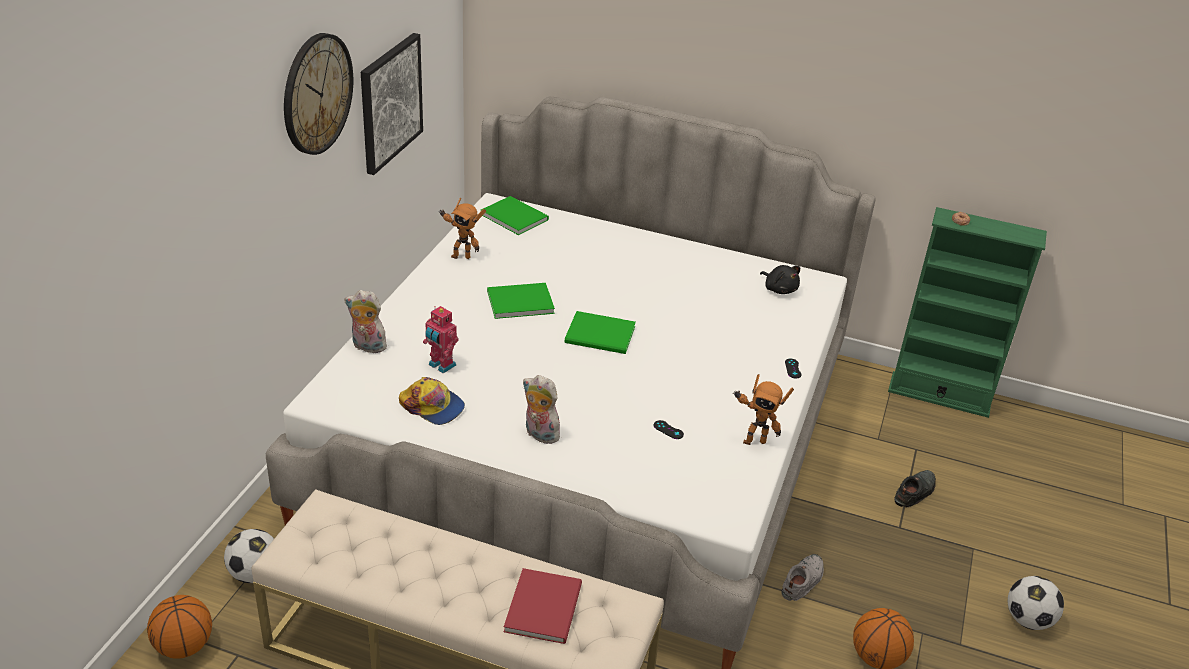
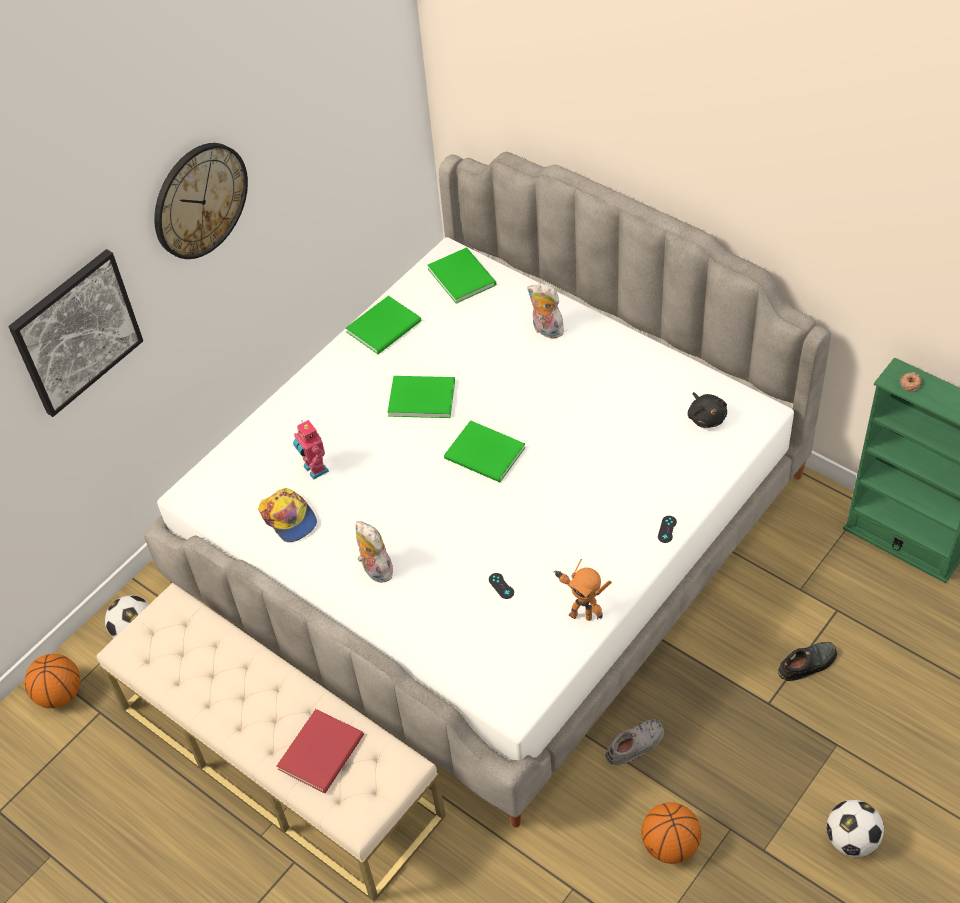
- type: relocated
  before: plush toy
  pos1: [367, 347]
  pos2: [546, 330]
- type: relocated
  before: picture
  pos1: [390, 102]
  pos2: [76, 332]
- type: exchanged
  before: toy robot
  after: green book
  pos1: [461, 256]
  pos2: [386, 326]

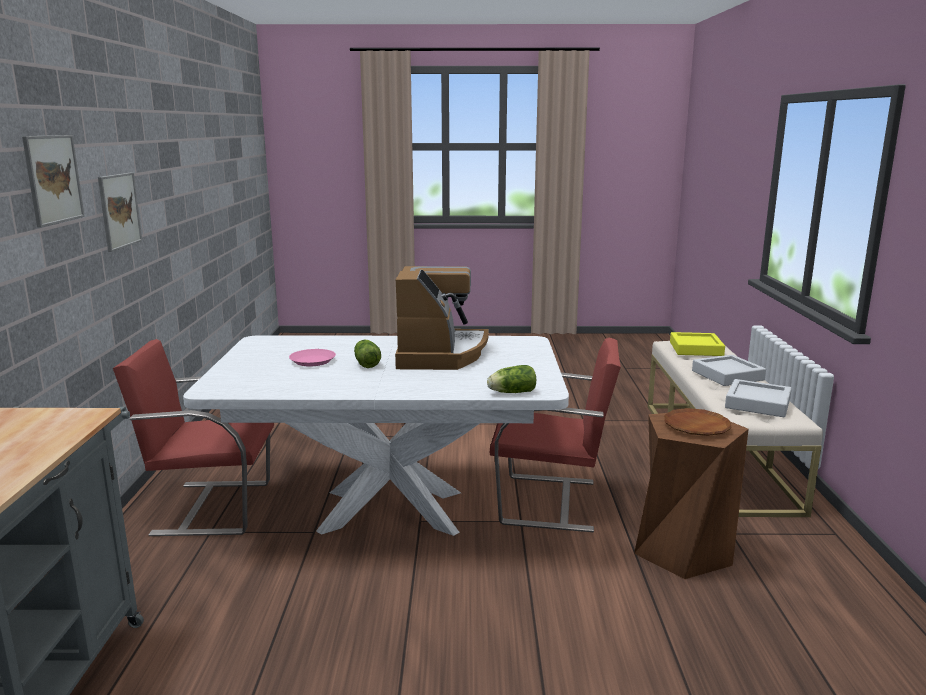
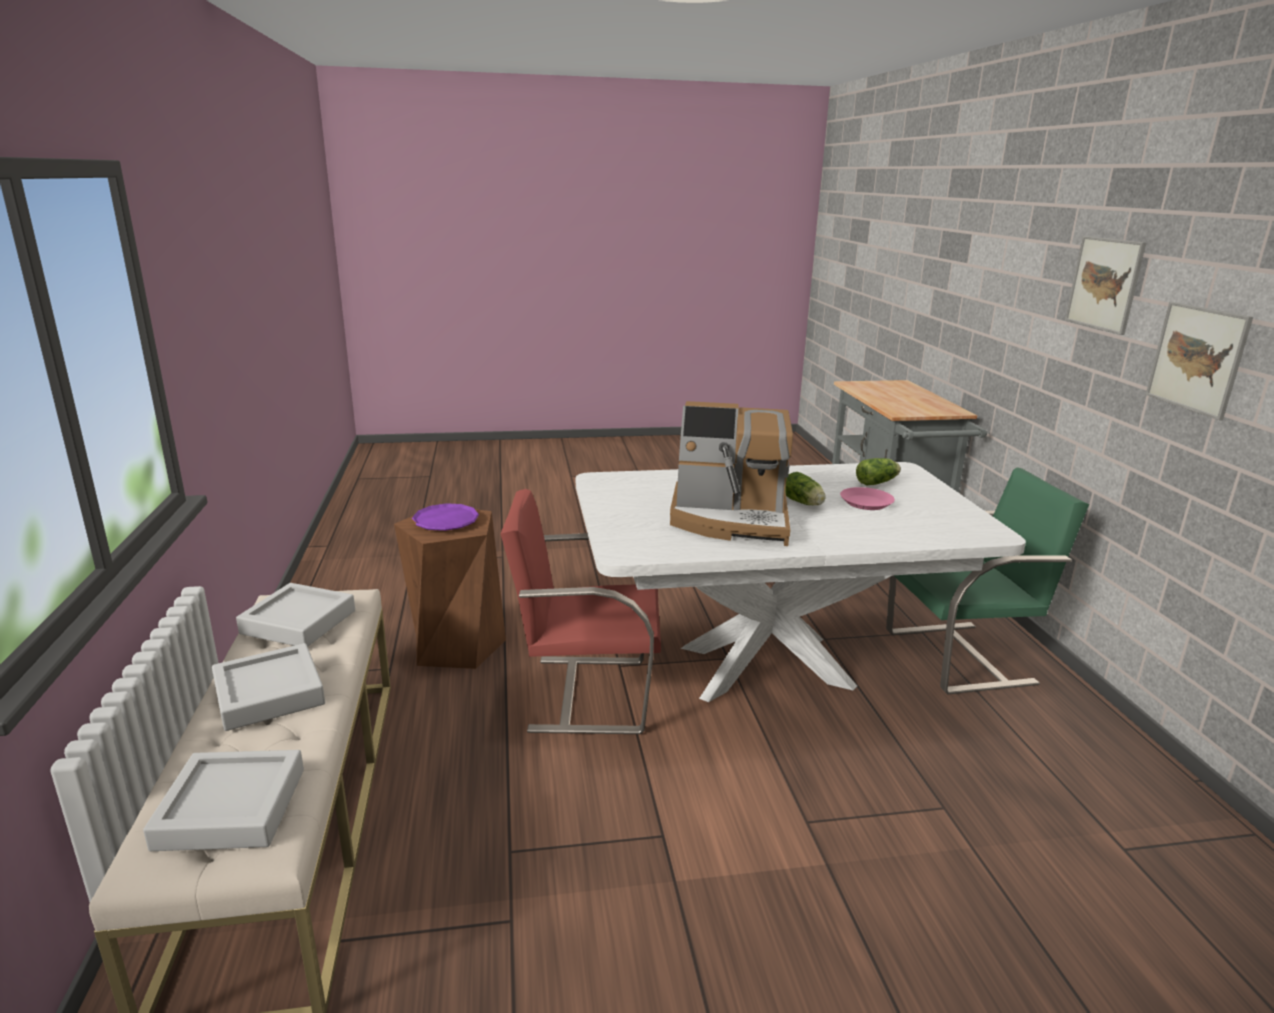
- type: colour
  before: red chair
  after: green chair
  pos1: [211, 507]
  pos2: [961, 657]
- type: spun
  before: coffee machine
  pos1: [440, 354]
  pos2: [731, 520]
  turn: -75
- type: relocated
  before: lettuce
  pos1: [511, 392]
  pos2: [878, 482]
- type: colour
  before: brown plate
  after: purple plate
  pos1: [696, 427]
  pos2: [446, 522]
- type: colour
  before: yellow tray
  after: grey tray
  pos1: [696, 349]
  pos2: [231, 808]

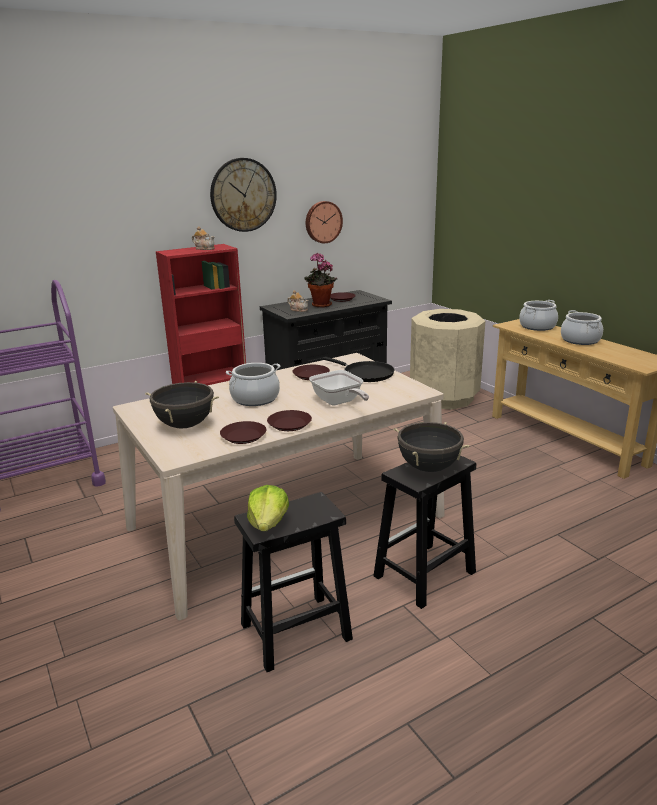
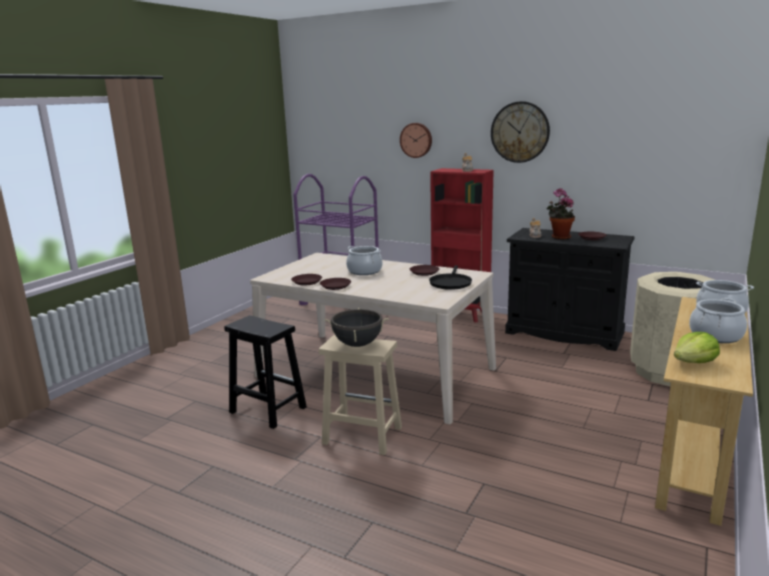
- type: missing
  before: black cooking pot
  pos1: [185, 425]
- type: relocated
  before: lettuce
  pos1: [268, 523]
  pos2: [694, 362]
- type: relocated
  before: wall clock
  pos1: [323, 222]
  pos2: [416, 140]
- type: missing
  before: frying pan
  pos1: [339, 402]
- type: colour
  before: black stool
  after: beige stool
  pos1: [424, 575]
  pos2: [361, 435]

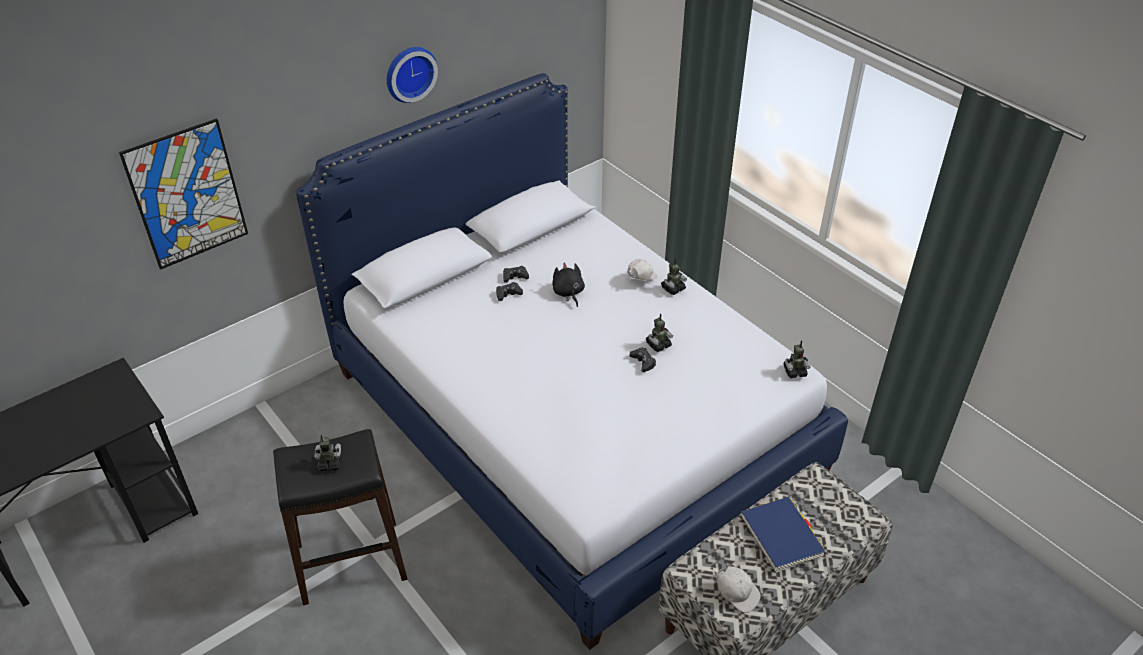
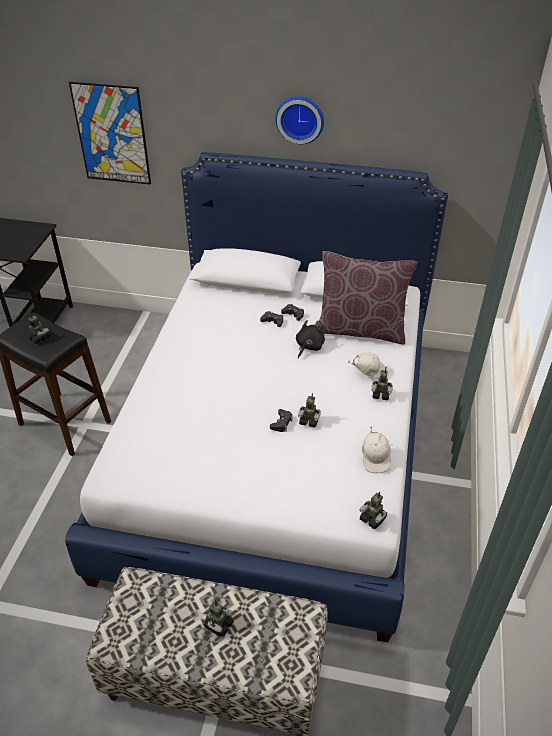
- type: relocated
  before: white cap
  pos1: [736, 594]
  pos2: [375, 458]
- type: exchanged
  before: blue book
  after: toy robot
  pos1: [781, 536]
  pos2: [219, 625]
- type: appeared
  after: brown pillow
  pos2: [360, 330]

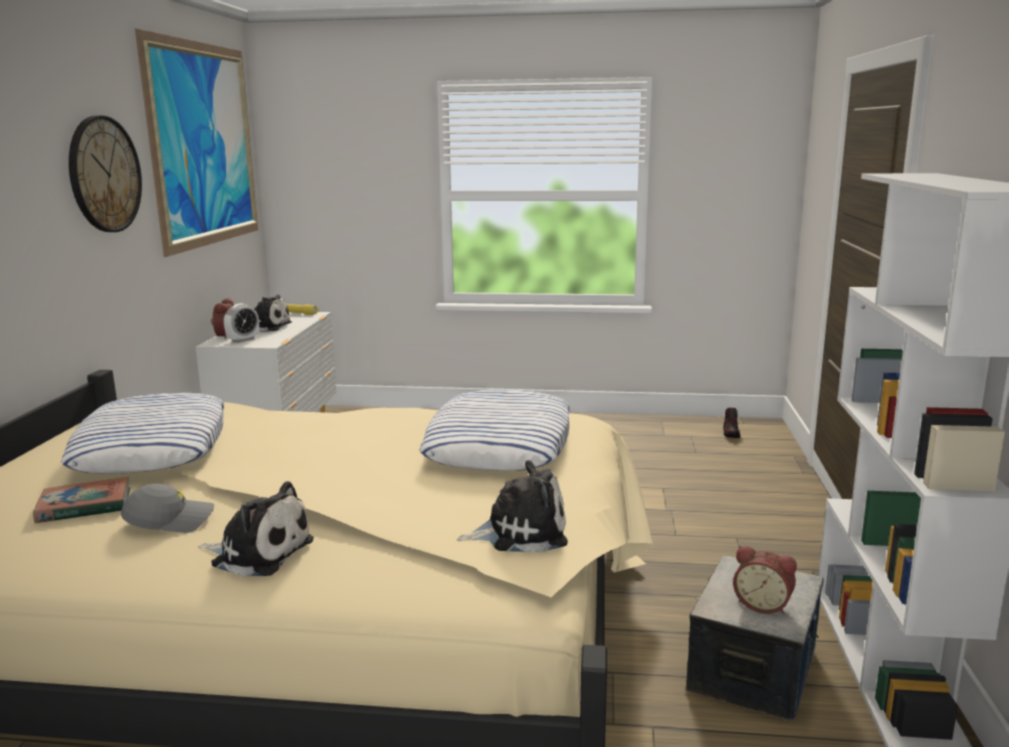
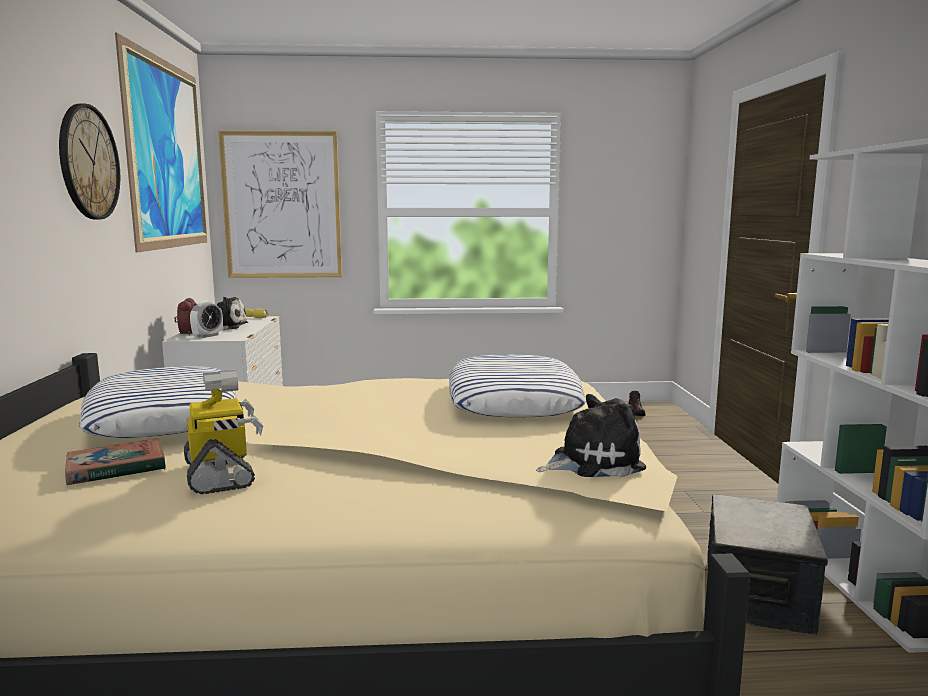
- type: exchanged
  before: grey cap
  after: toy robot
  pos1: [170, 520]
  pos2: [221, 475]
- type: missing
  before: plush toy
  pos1: [258, 552]
- type: missing
  before: alarm clock
  pos1: [763, 604]
- type: appeared
  after: picture
  pos2: [282, 205]

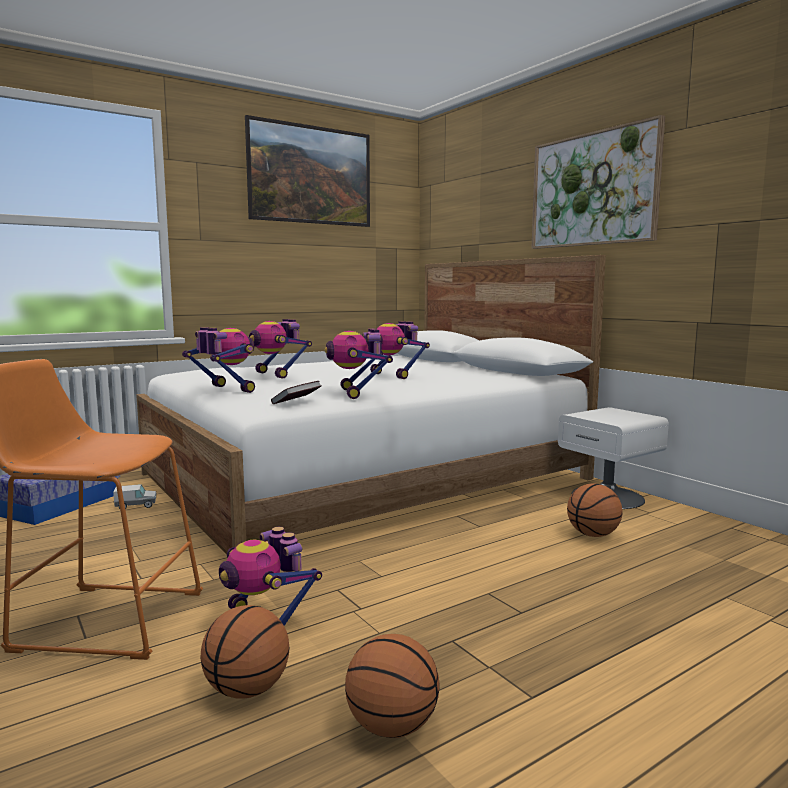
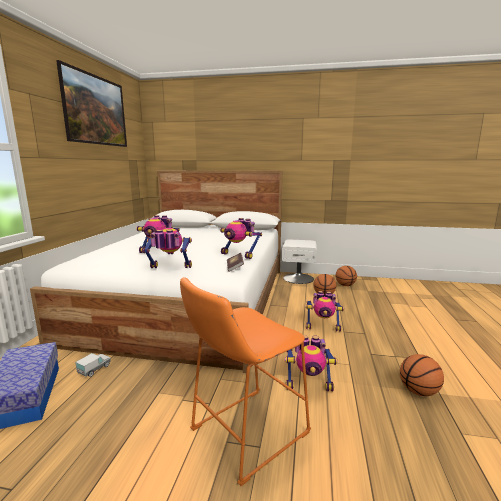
- type: relocated
  before: basketball
  pos1: [247, 689]
  pos2: [345, 285]
- type: relocated
  before: toy robot
  pos1: [395, 375]
  pos2: [323, 327]
- type: missing
  before: picture
  pos1: [593, 189]

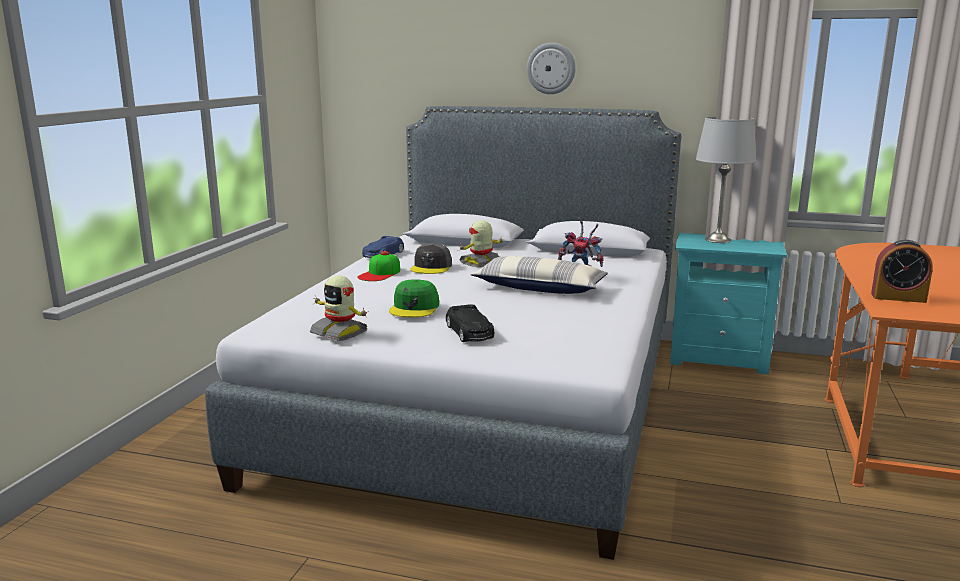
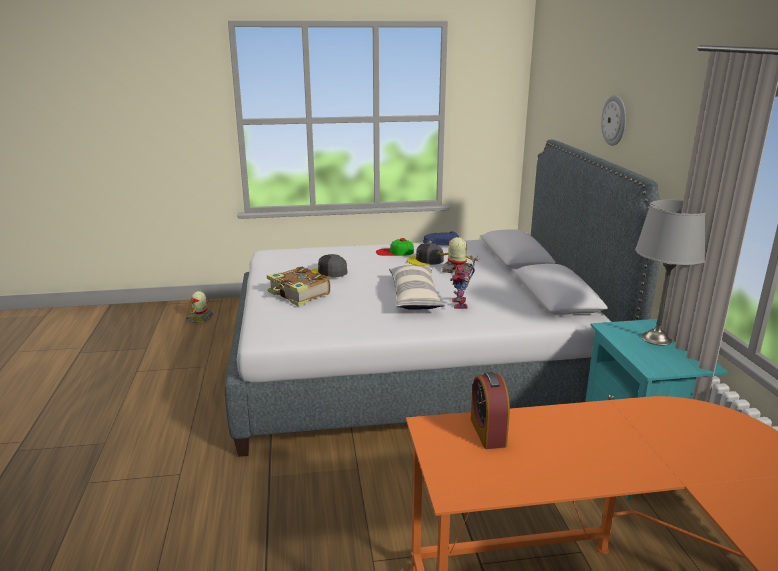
- type: relocated
  before: toy robot
  pos1: [340, 332]
  pos2: [200, 318]
- type: colour
  before: green cap
  after: grey cap
  pos1: [414, 308]
  pos2: [328, 273]
- type: exchanged
  before: black toy car
  after: book
  pos1: [469, 332]
  pos2: [299, 294]

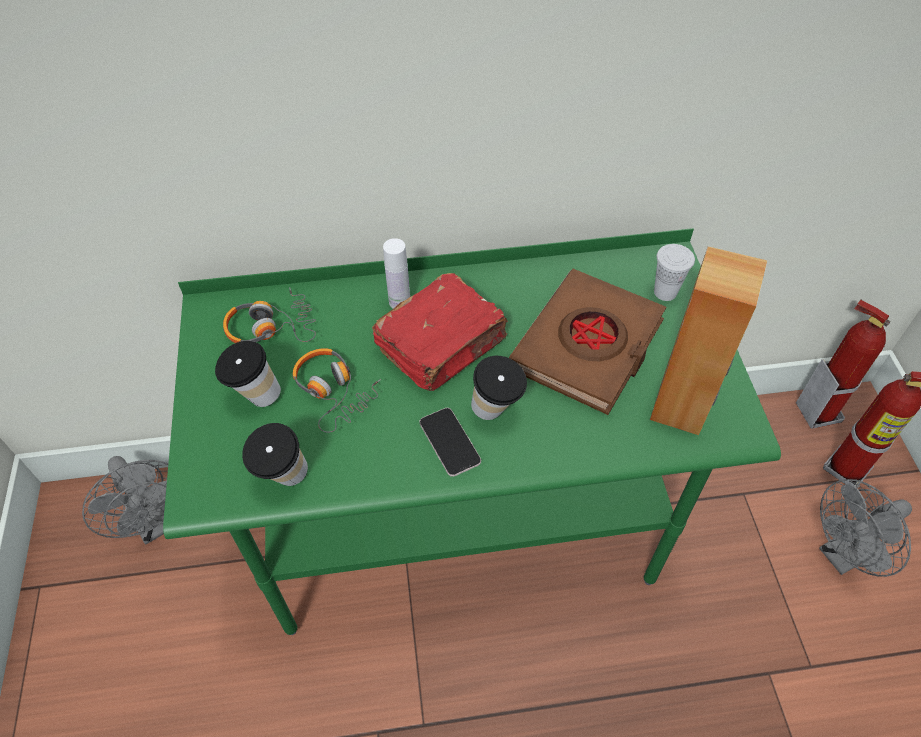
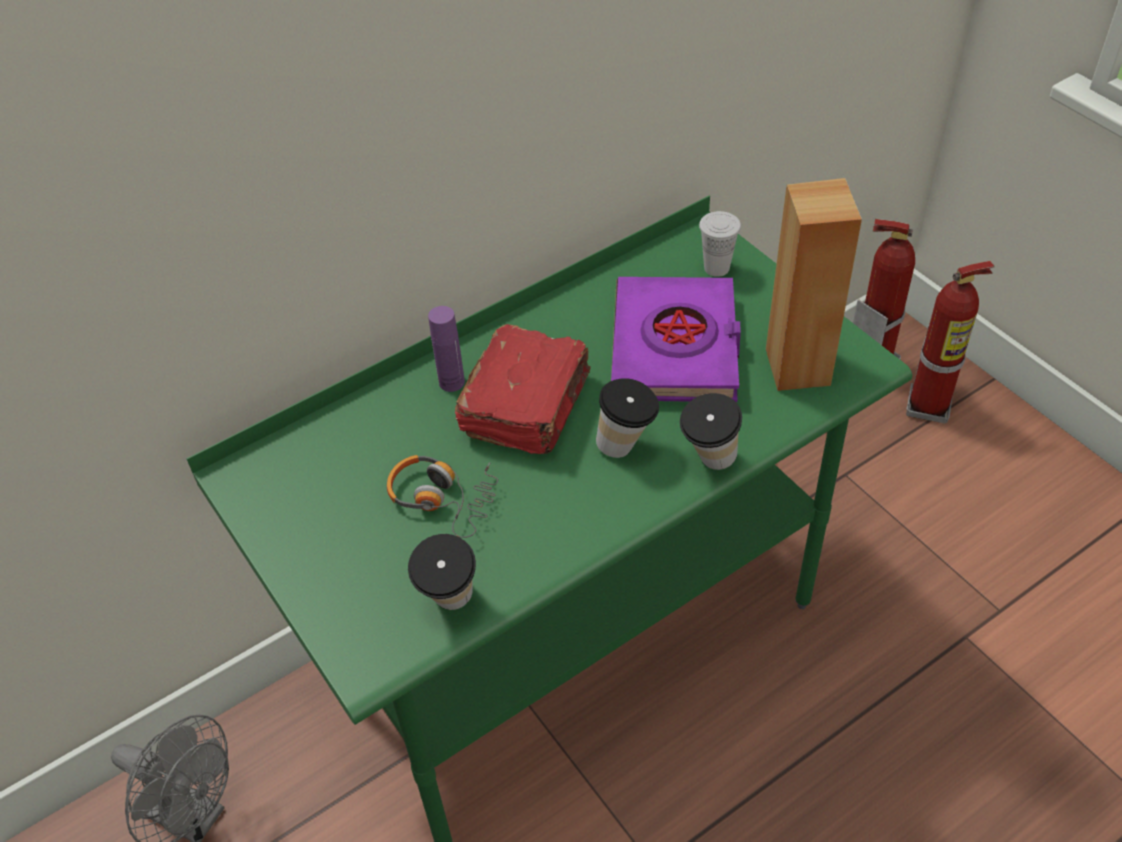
- type: relocated
  before: cup
  pos1: [255, 397]
  pos2: [708, 463]
- type: missing
  before: headphones
  pos1: [271, 327]
- type: colour
  before: white bottle
  after: purple bottle
  pos1: [399, 302]
  pos2: [451, 382]
- type: missing
  before: phone
  pos1: [449, 442]
- type: colour
  before: brown book
  after: purple book
  pos1: [588, 346]
  pos2: [675, 348]
- type: missing
  before: grey fan
  pos1: [843, 555]

